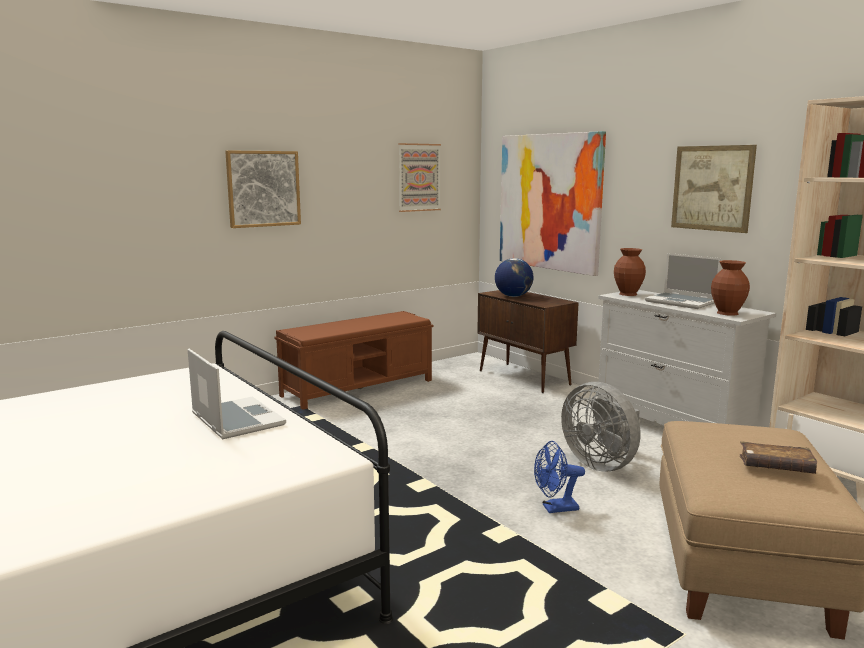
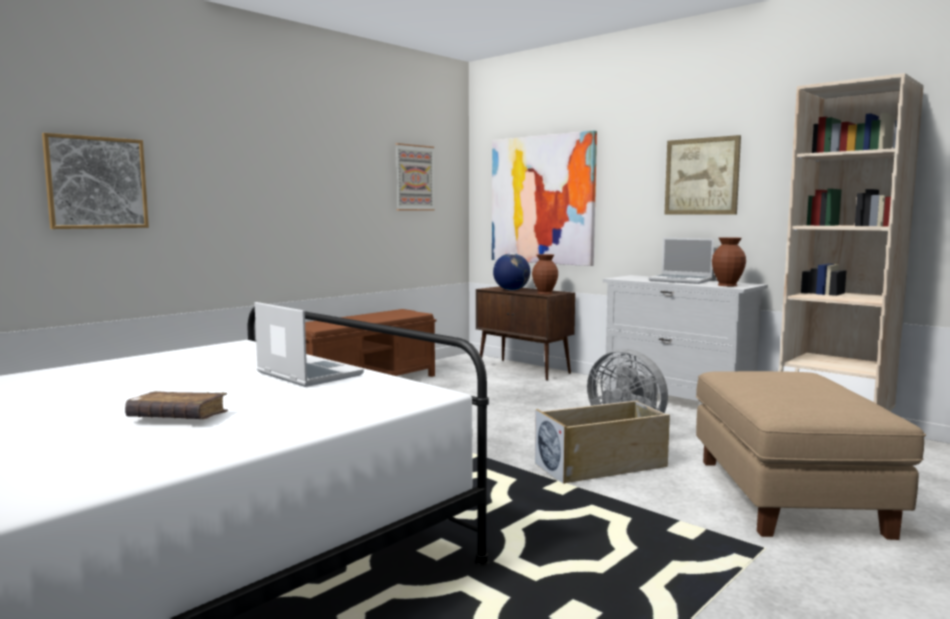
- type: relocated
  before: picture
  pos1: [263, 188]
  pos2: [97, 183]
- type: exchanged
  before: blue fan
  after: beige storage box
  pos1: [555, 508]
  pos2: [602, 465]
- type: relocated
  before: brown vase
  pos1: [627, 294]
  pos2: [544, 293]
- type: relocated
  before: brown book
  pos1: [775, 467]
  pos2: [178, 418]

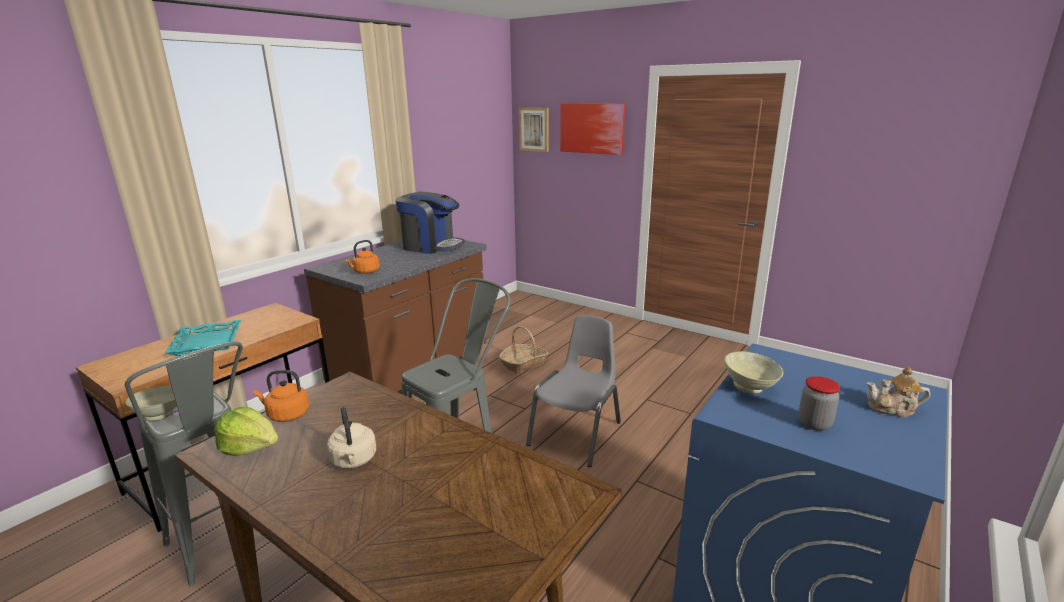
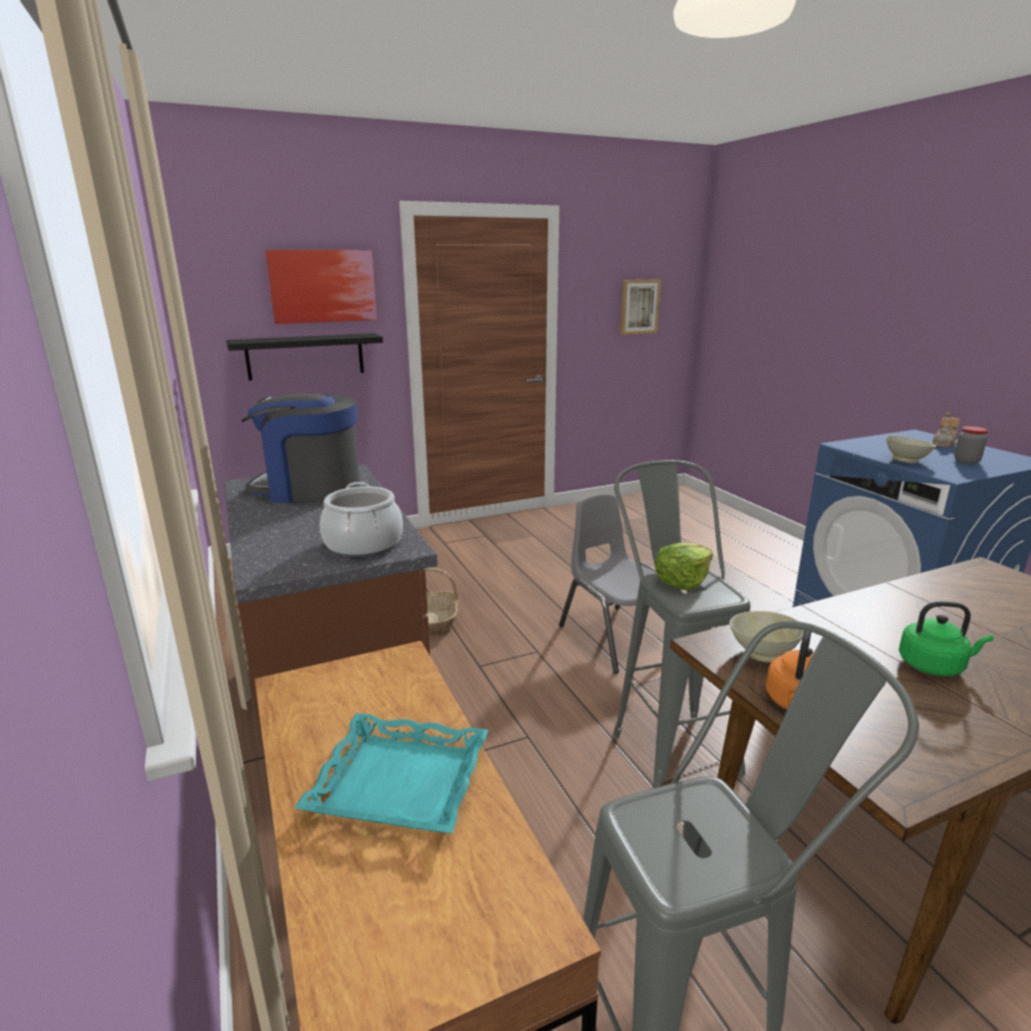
- type: relocated
  before: beige bowl
  pos1: [161, 415]
  pos2: [763, 653]
- type: relocated
  before: lettuce
  pos1: [250, 447]
  pos2: [682, 581]
- type: colour
  before: beige kettle
  after: green kettle
  pos1: [354, 461]
  pos2: [934, 666]
- type: exchanged
  before: orange kettle
  after: cooking pot
  pos1: [365, 272]
  pos2: [364, 544]
- type: spun
  before: coffee machine
  pos1: [431, 246]
  pos2: [309, 489]
  turn: -135
- type: relocated
  before: picture
  pos1: [534, 129]
  pos2: [639, 307]
- type: appeared
  after: black shelf
  pos2: [305, 356]

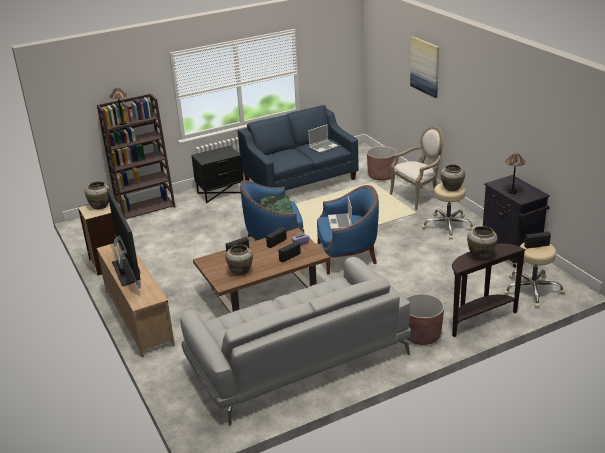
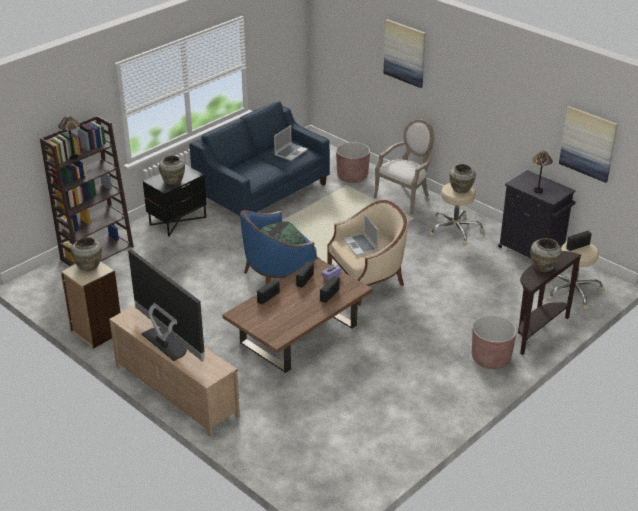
- type: missing
  before: grey sofa
  pos1: [297, 359]
- type: relocated
  before: beige vase
  pos1: [241, 271]
  pos2: [173, 181]
- type: colour
  before: blue armchair
  after: beige armchair
  pos1: [347, 255]
  pos2: [367, 280]
- type: appeared
  after: picture
  pos2: [588, 143]

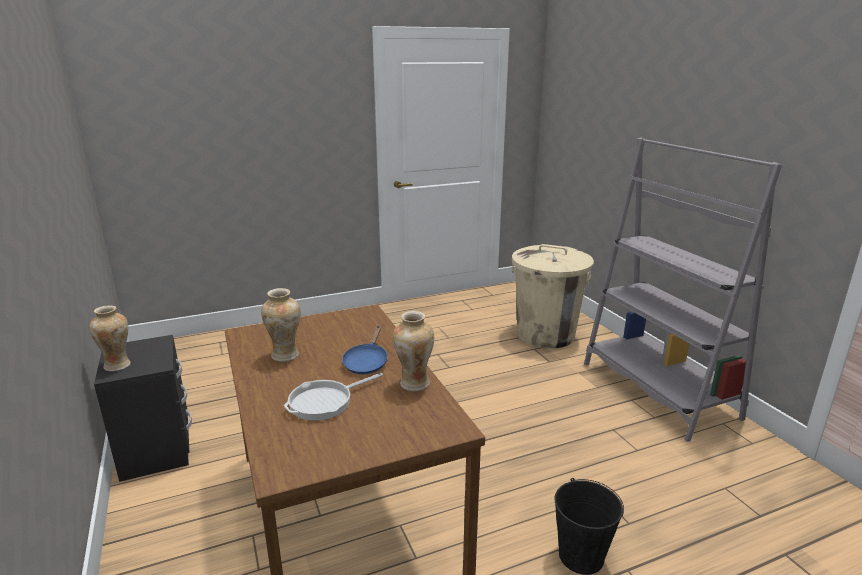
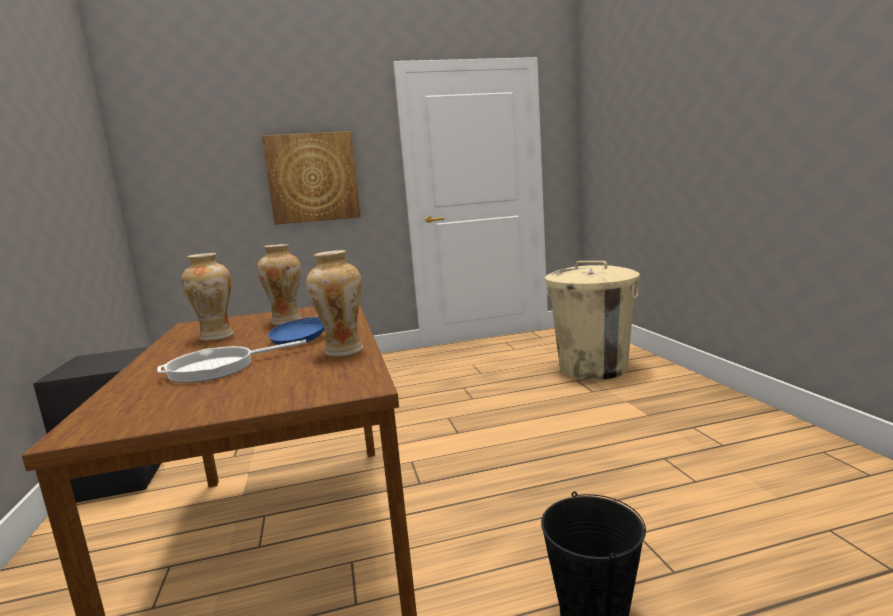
- type: relocated
  before: vase
  pos1: [118, 365]
  pos2: [287, 321]
- type: missing
  before: grey bookcase
  pos1: [657, 390]
- type: appeared
  after: picture
  pos2: [312, 178]

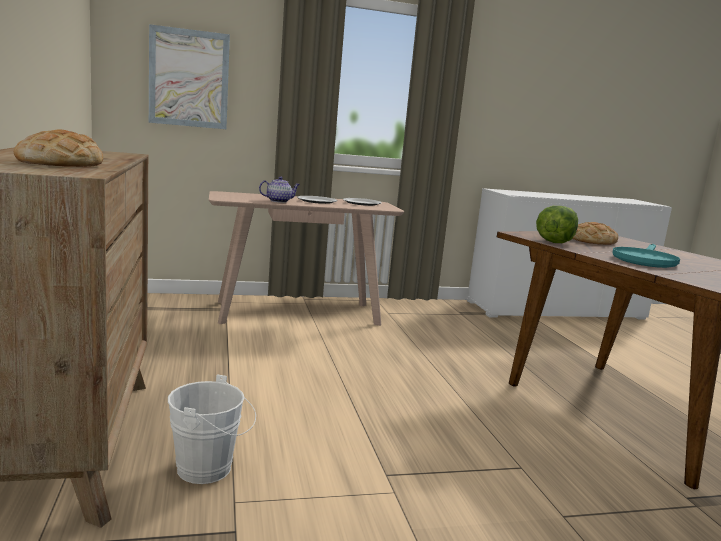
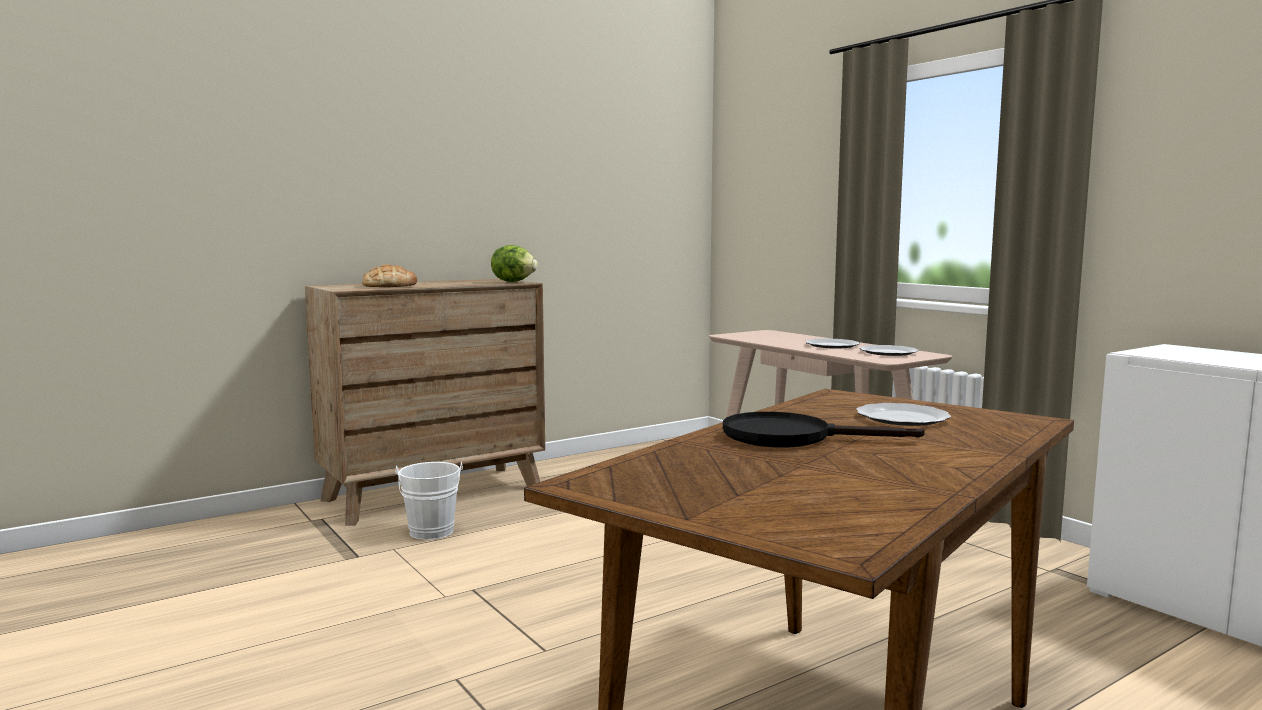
- type: missing
  before: picture
  pos1: [189, 78]
- type: missing
  before: teapot
  pos1: [279, 201]
- type: relocated
  before: lettuce
  pos1: [554, 242]
  pos2: [514, 281]
- type: exchanged
  before: bread
  after: plate
  pos1: [591, 241]
  pos2: [903, 418]
- type: colour
  before: turquoise frying pan
  after: black frying pan
  pos1: [644, 260]
  pos2: [792, 437]

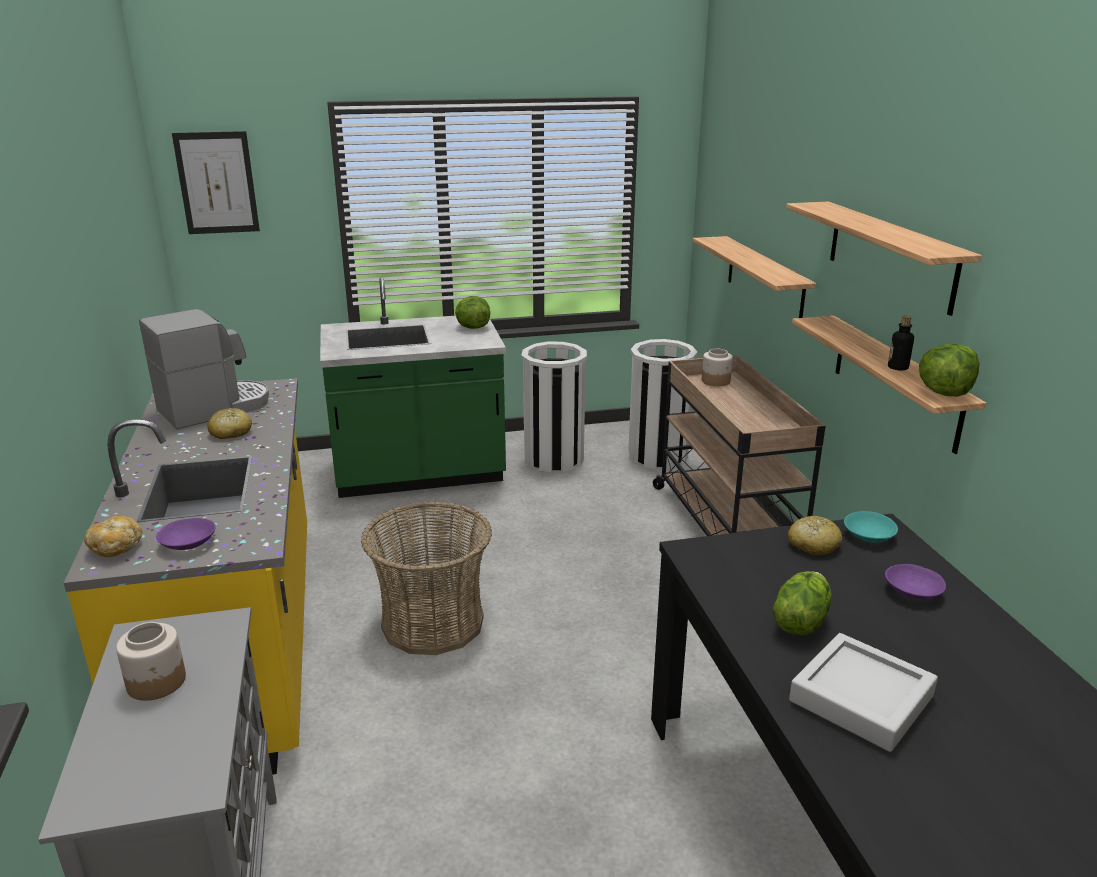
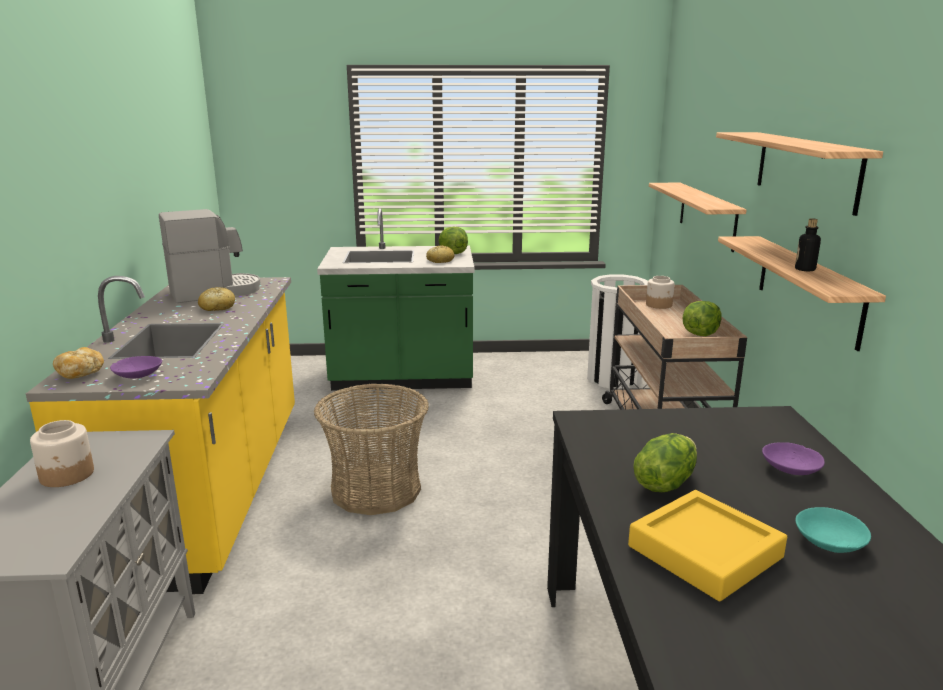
- type: missing
  before: picture
  pos1: [217, 183]
- type: missing
  before: white trash can
  pos1: [554, 458]
- type: relocated
  before: bread
  pos1: [813, 545]
  pos2: [440, 260]
- type: colour
  before: grey tray
  after: yellow tray
  pos1: [861, 698]
  pos2: [704, 552]
- type: relocated
  before: turquoise bowl
  pos1: [869, 536]
  pos2: [830, 542]
- type: relocated
  before: lettuce
  pos1: [944, 393]
  pos2: [700, 334]

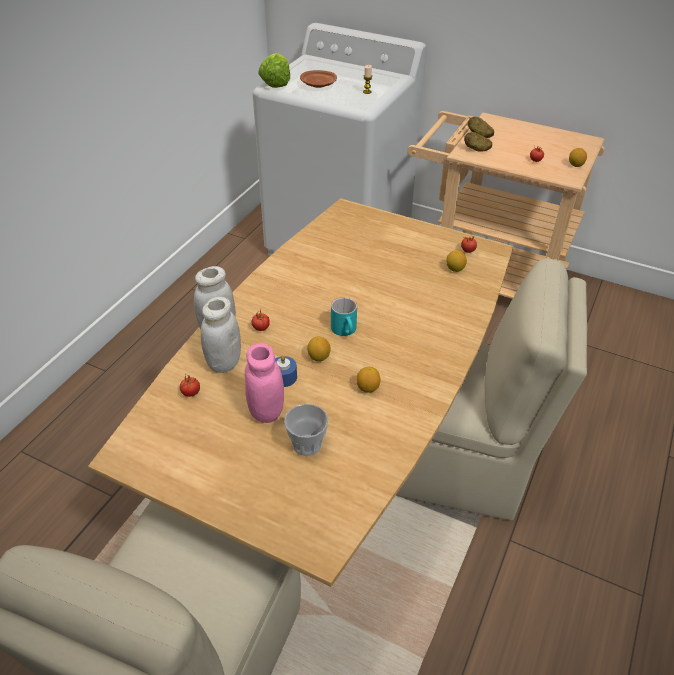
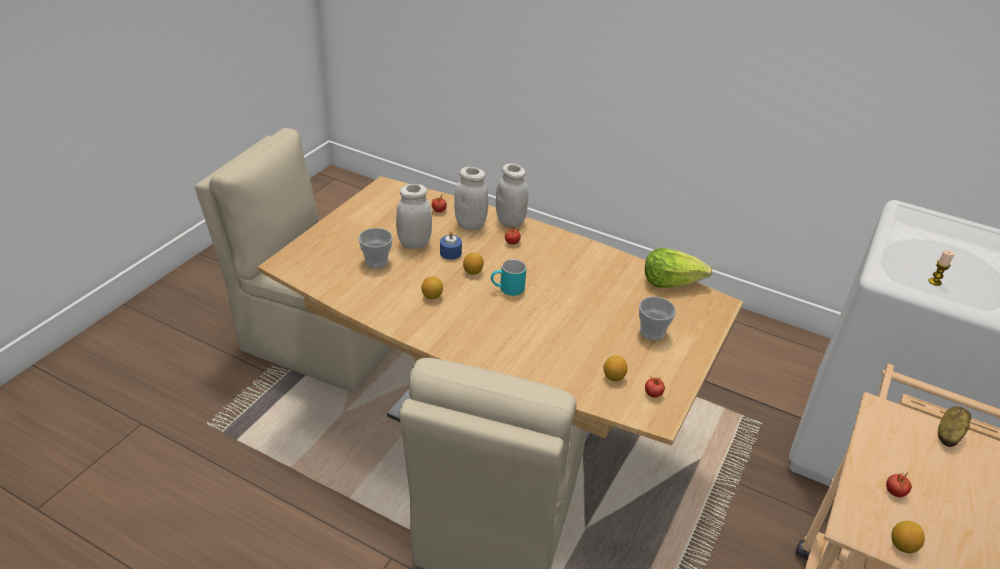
- type: colour
  before: pink jar
  after: white jar
  pos1: [266, 411]
  pos2: [414, 243]
- type: relocated
  before: lettuce
  pos1: [275, 82]
  pos2: [671, 281]
- type: missing
  before: brown plate
  pos1: [319, 85]
- type: missing
  before: potato
  pos1: [476, 149]
- type: appeared
  after: cup
  pos2: [652, 332]

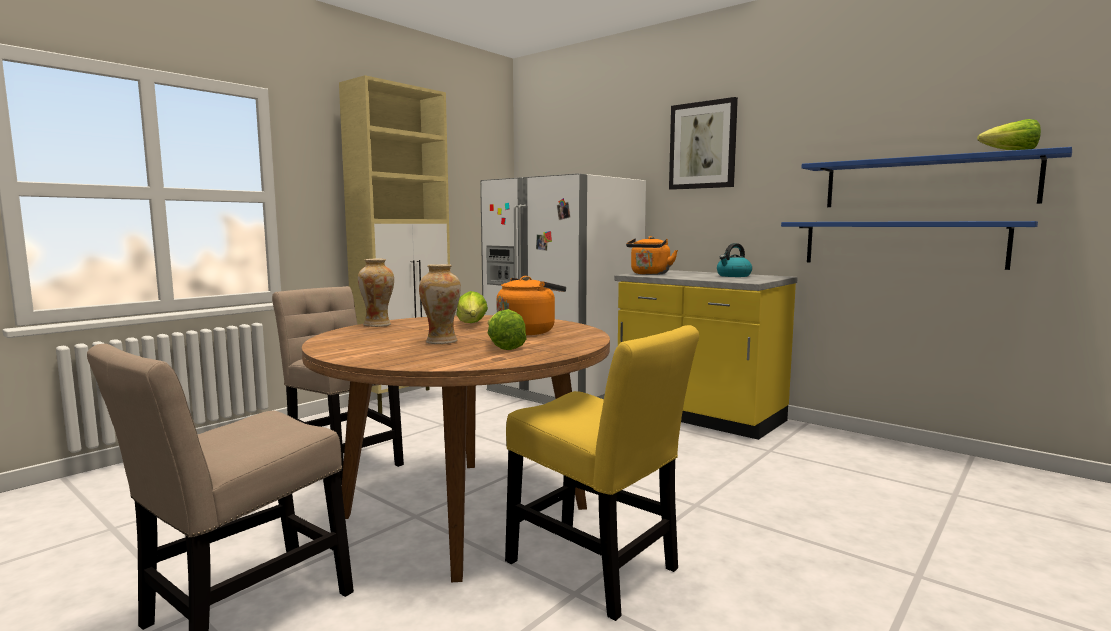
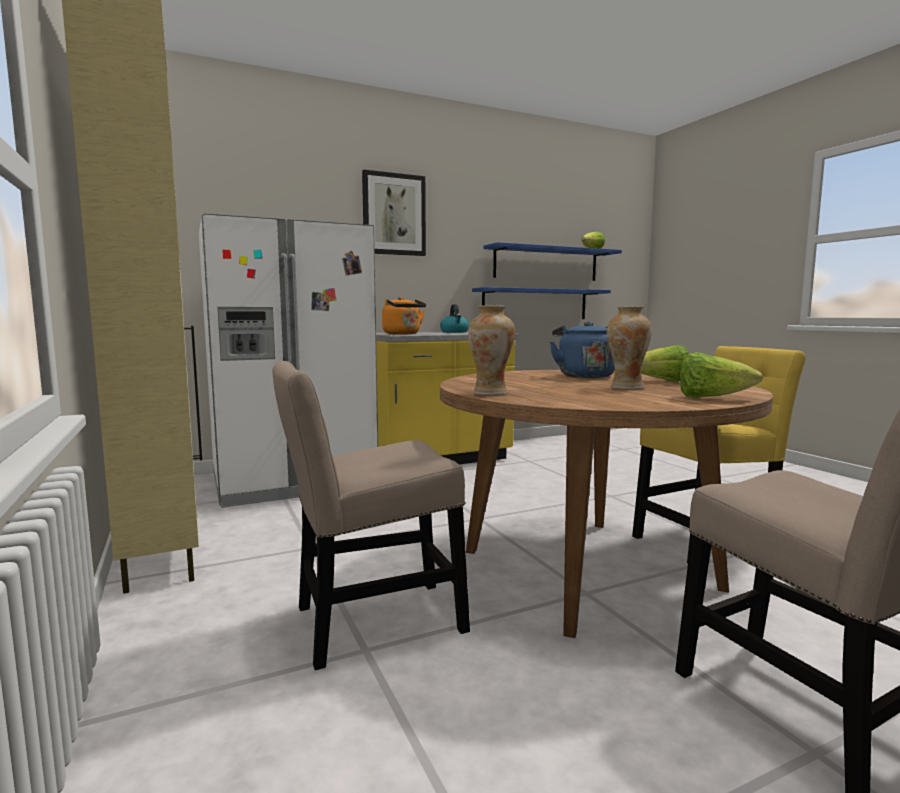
- type: relocated
  before: lettuce
  pos1: [472, 324]
  pos2: [711, 398]
- type: colour
  before: orange kettle
  after: blue kettle
  pos1: [529, 331]
  pos2: [583, 376]

